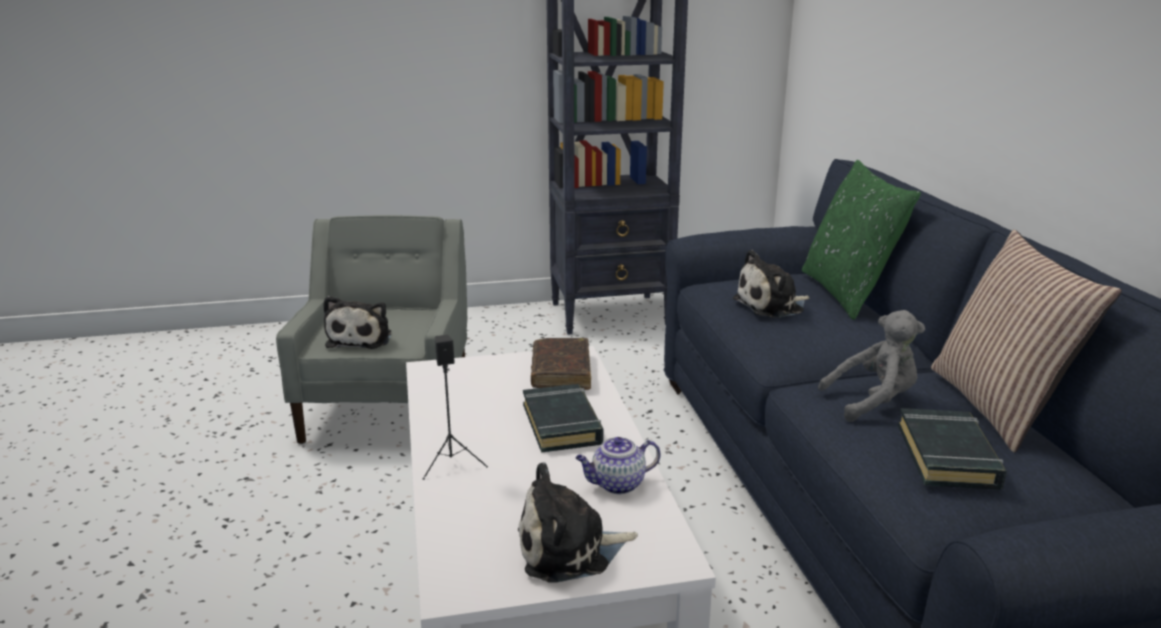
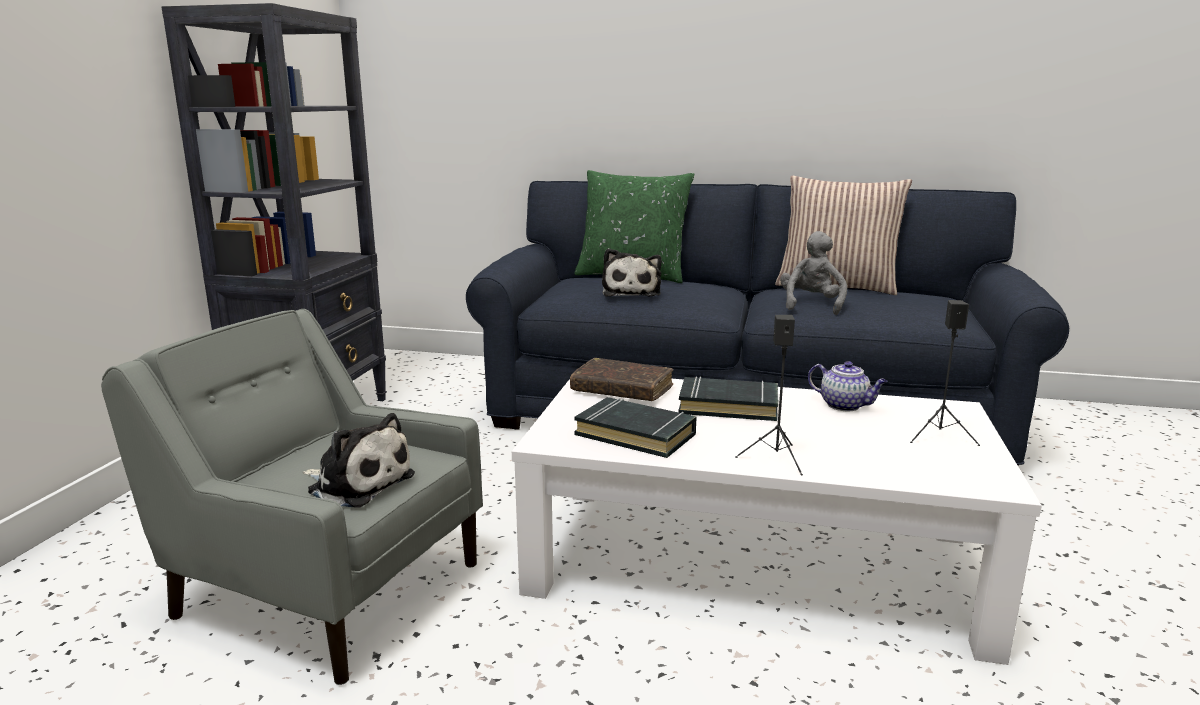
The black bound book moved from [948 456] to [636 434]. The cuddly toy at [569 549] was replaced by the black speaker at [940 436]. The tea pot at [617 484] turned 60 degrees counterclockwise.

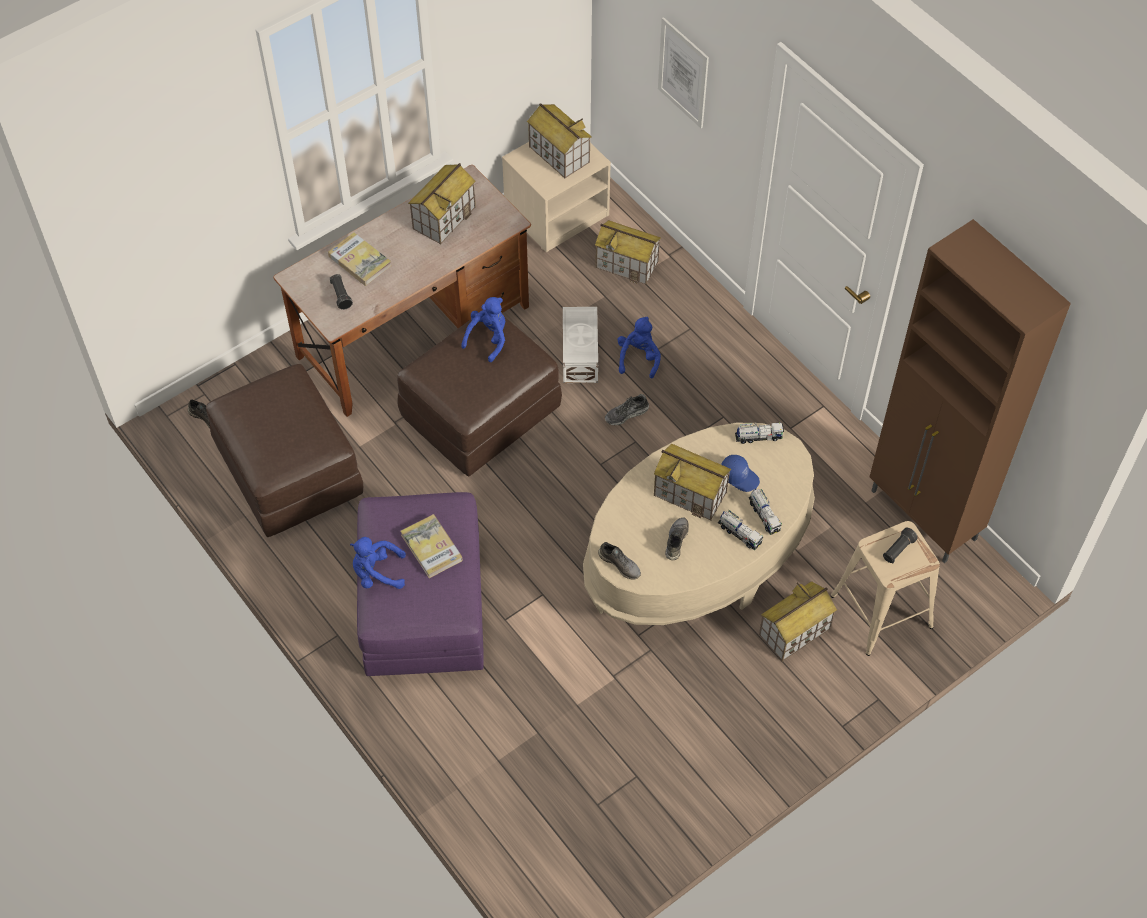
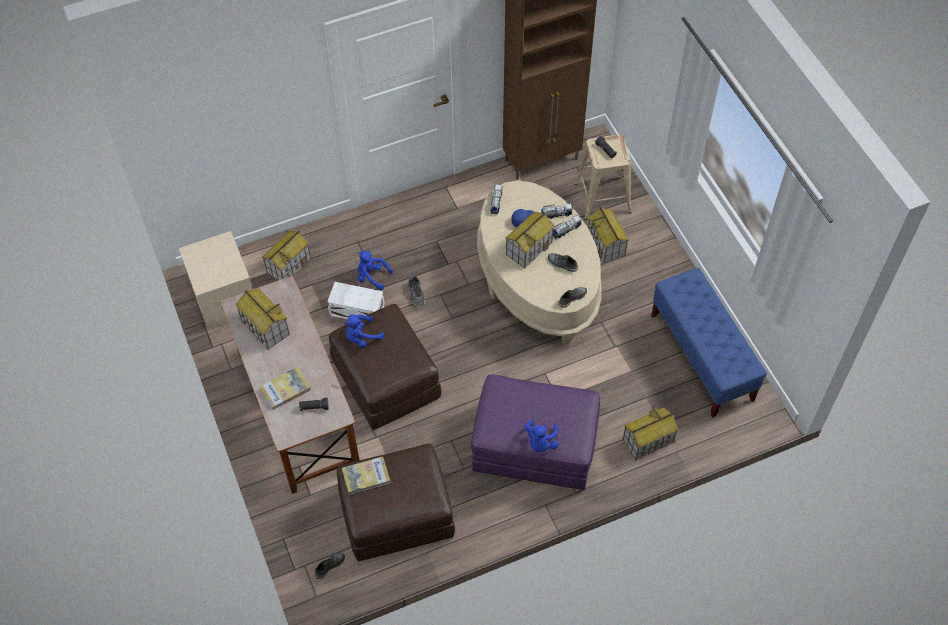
The wall picture at [683 73] disappeared. The bluish bench at [701 358] appeared. The bound book moved from [431 547] to [366 476]. The toy house moved from [558 154] to [647 441]. The bluish cuddly toy at [488 338] turned 75 degrees counterclockwise.

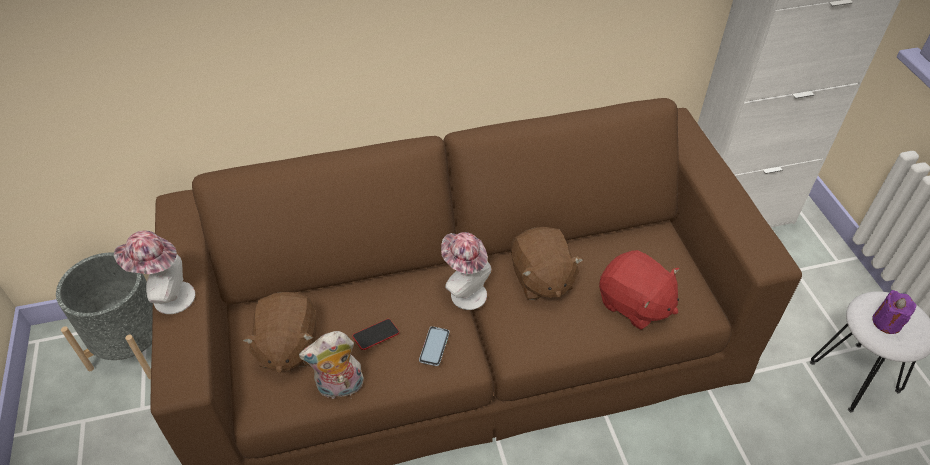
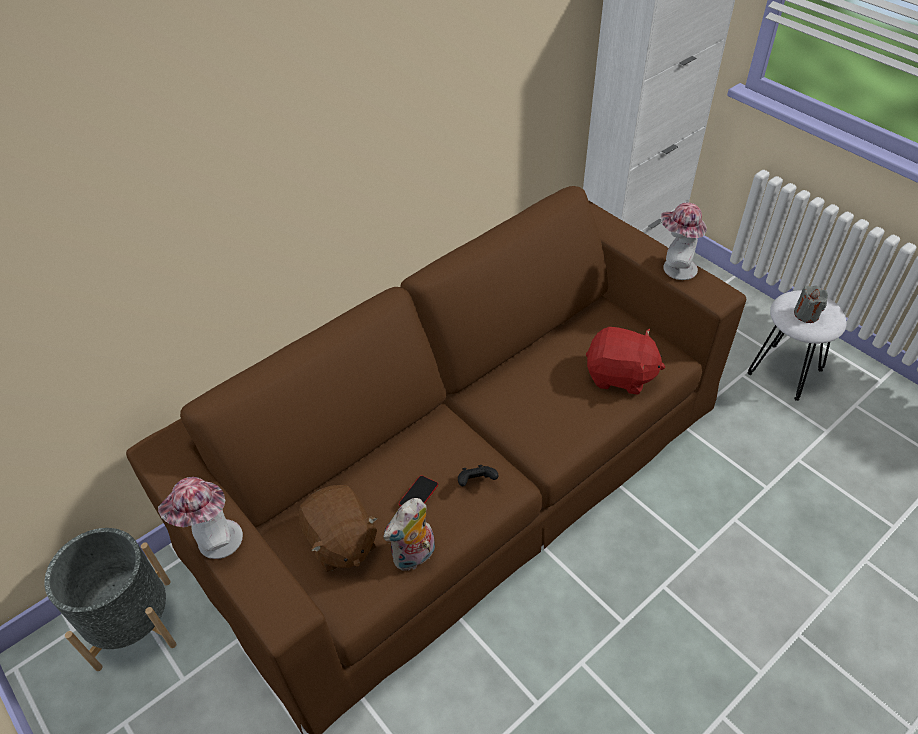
The brown-coloured cuddly toy at [541 279] disappeared. The hat moved from [464 292] to [675 268]. The telephone at [434 346] was replaced by the black joypad at [476 482]. The purple candle at [886 322] became the greyish candle at [806 314].

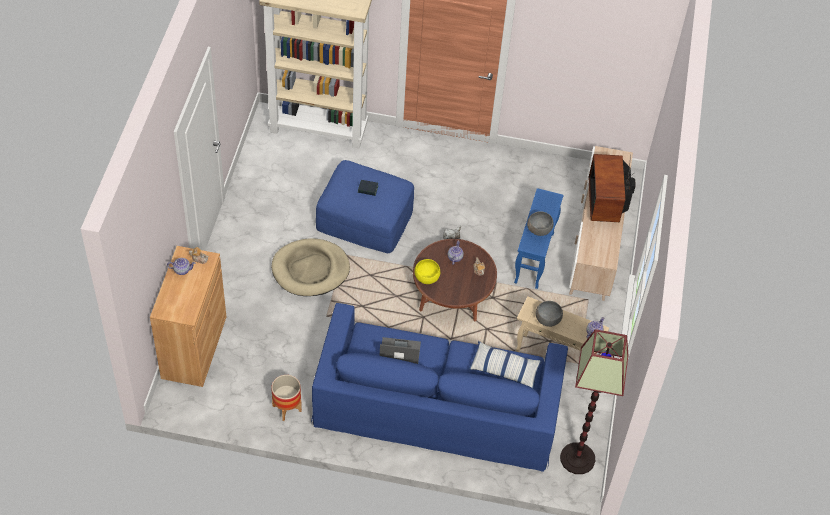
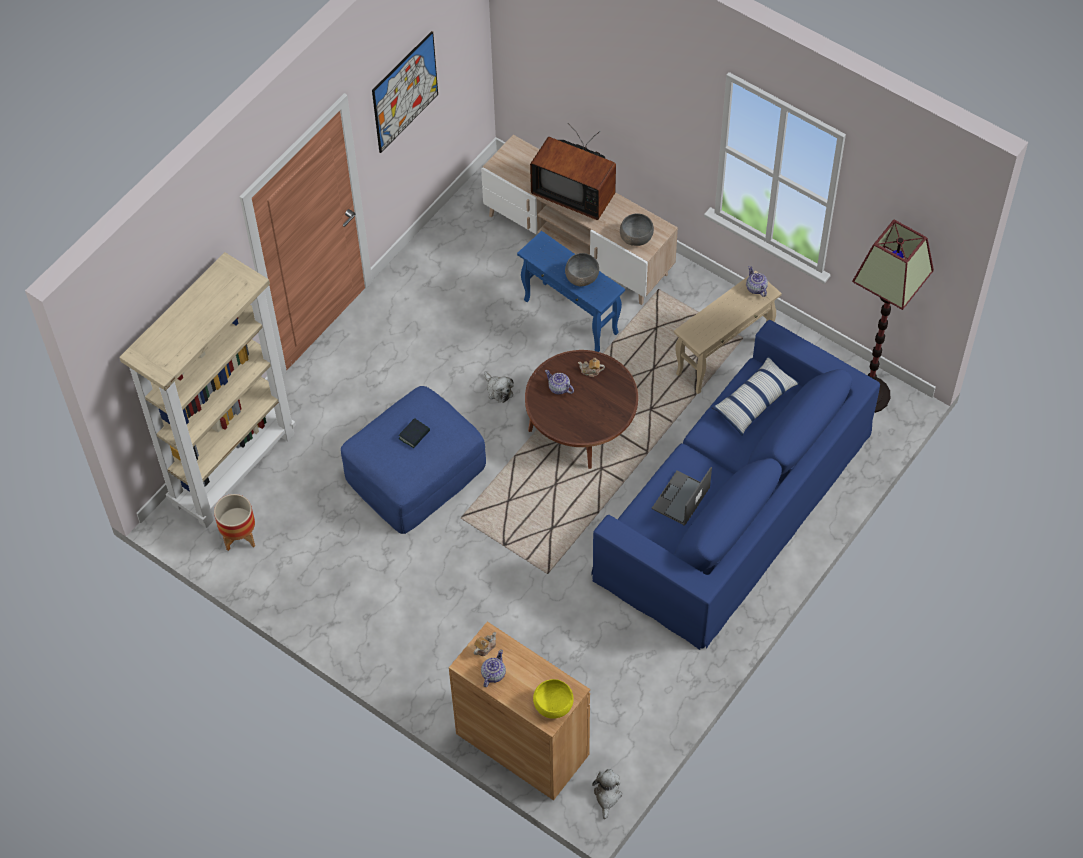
The beige dog cushion at [310 270] disappeared. The wall picture at [405 92] appeared. The cuddly toy at [607 795] appeared. The flower pot moved from [286 408] to [239 537]. The yellow-coloured serving bowl moved from [427 277] to [553 705]. The greyish serving bowl moved from [547 319] to [636 237].

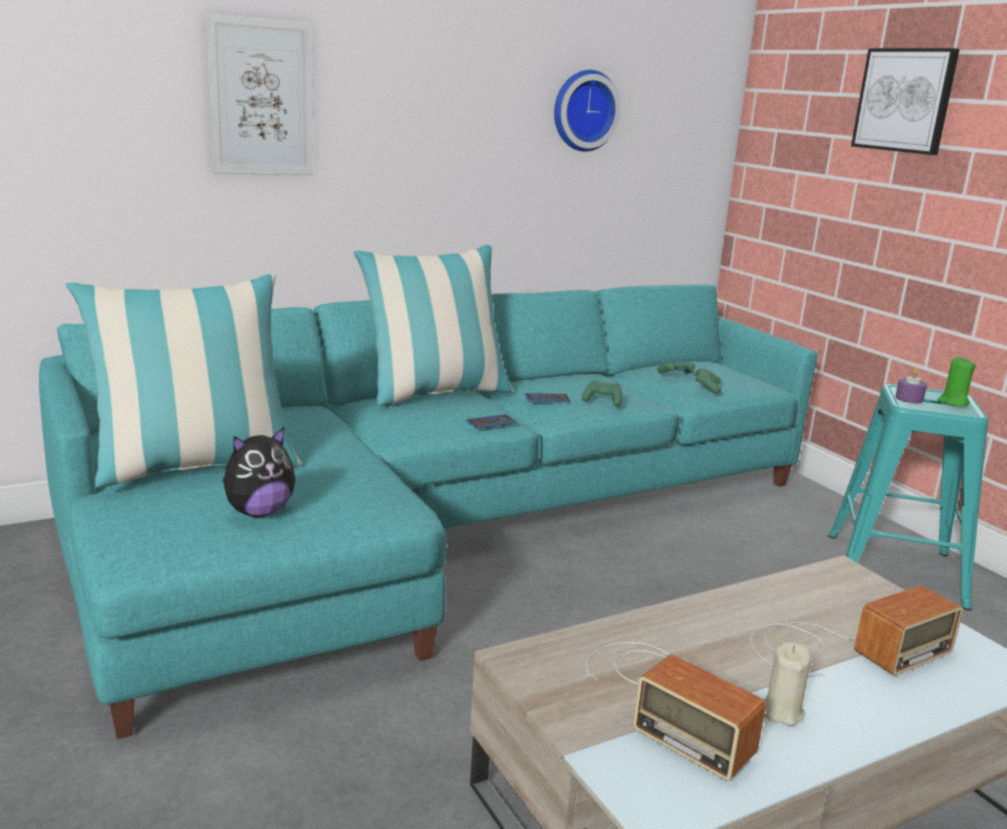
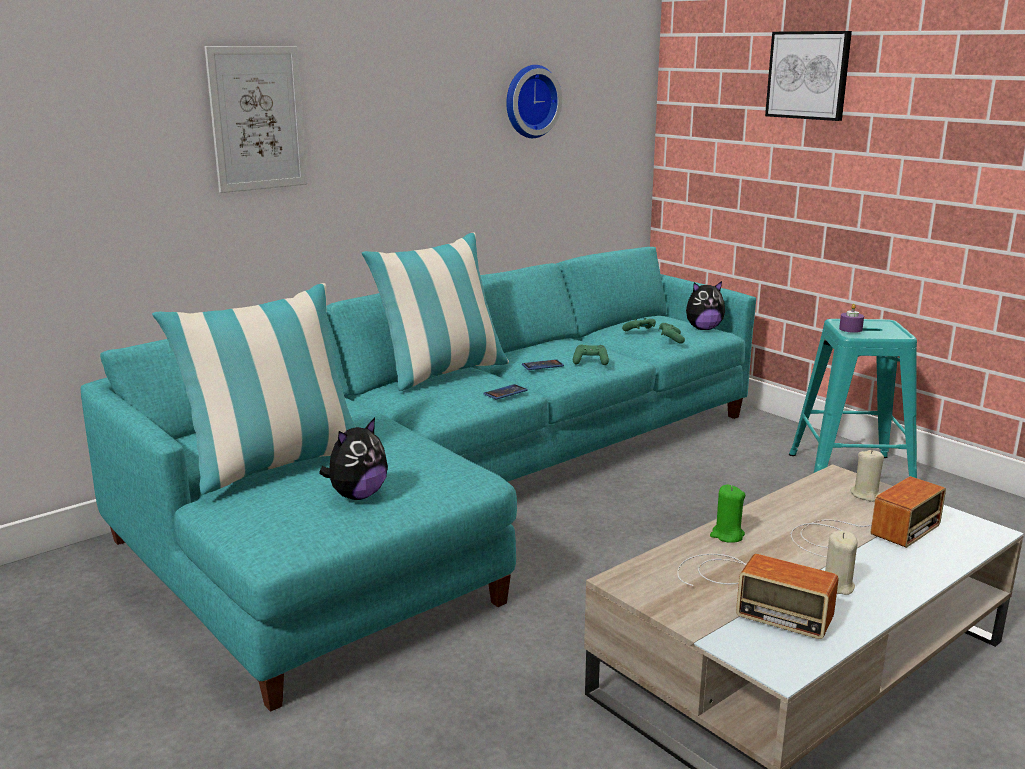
The cuddly toy at [703 329] appeared. The beige candle at [866 495] appeared. The green-coloured candle moved from [953 402] to [727 535].

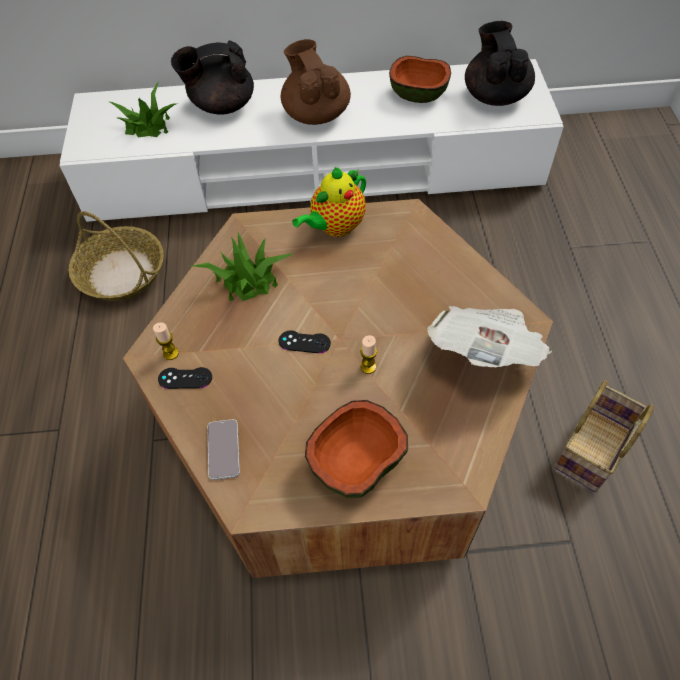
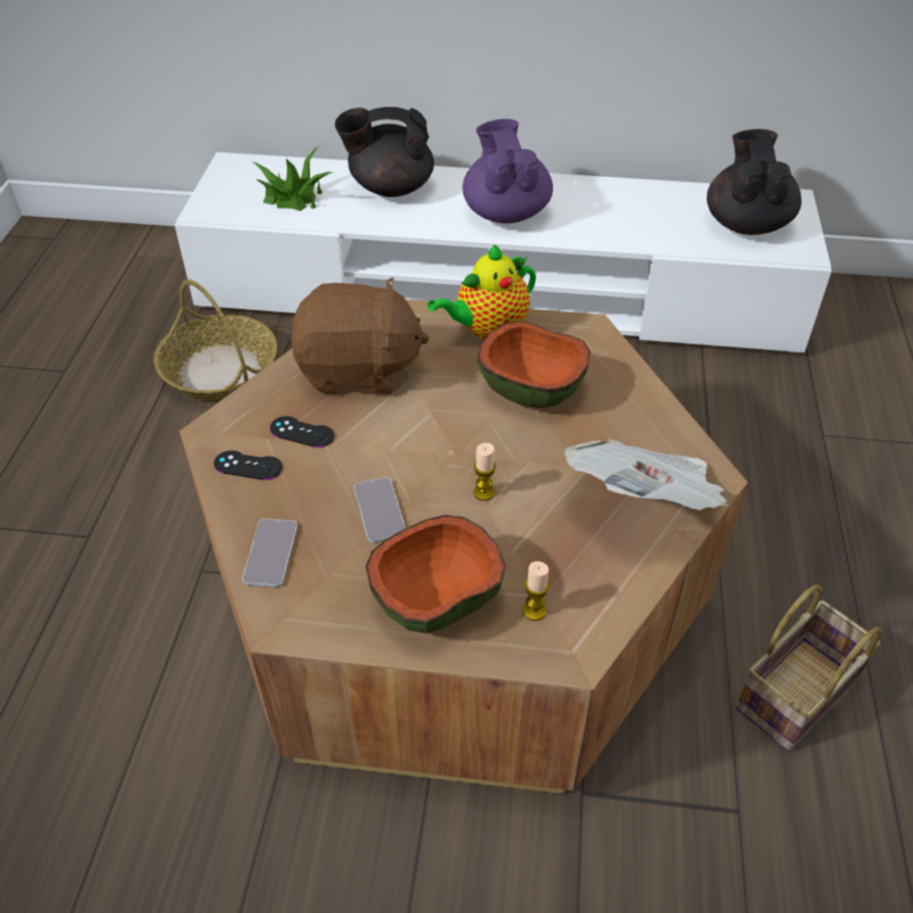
The telephone at [379 511] appeared. The candle moved from [171 353] to [534 611]. The black joypad moved from [304 342] to [302 432]. The serving bowl moved from [419 94] to [532 388]. The plant in a pot at [247 279] was replaced by the brown-coloured cuddly toy at [358 370]. The brown-coloured tea pot at [316 113] became the purple tea pot at [505 212].

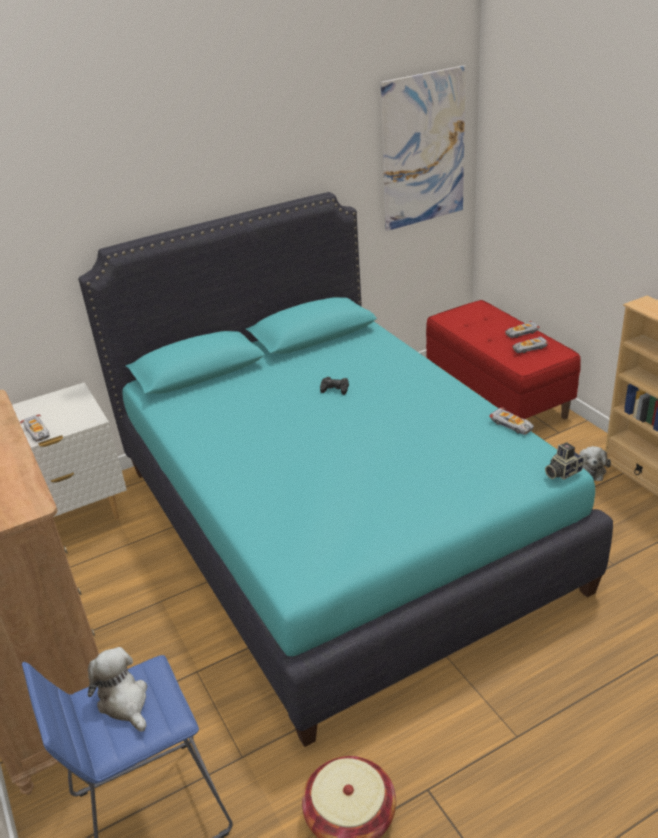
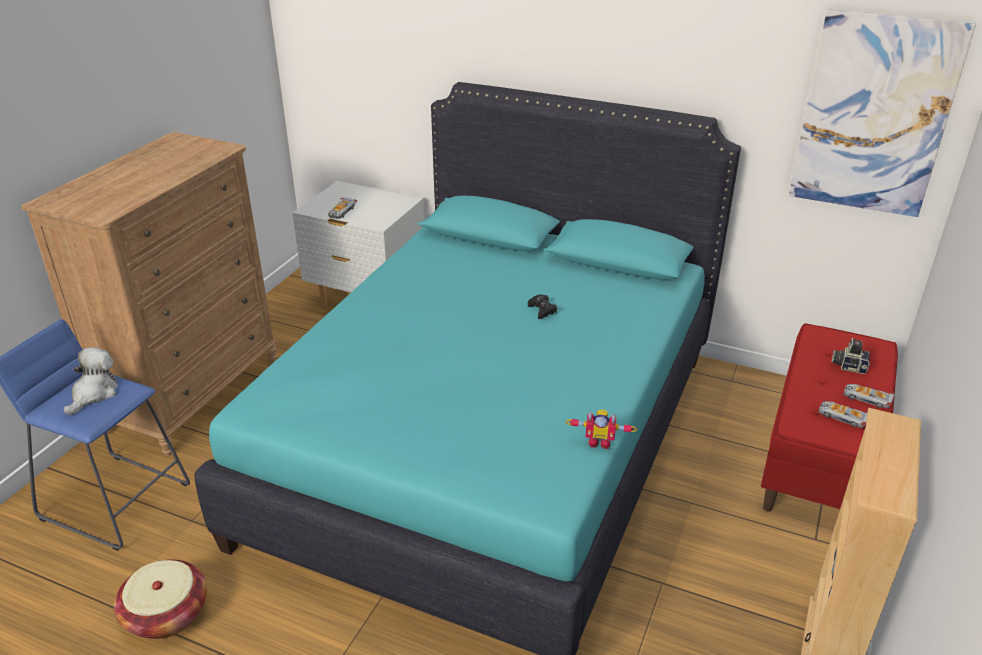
The cuddly toy at [589 469] disappeared. The still camera moved from [562 472] to [848 366]. The toy car at [512 425] was replaced by the model robot at [599 441].

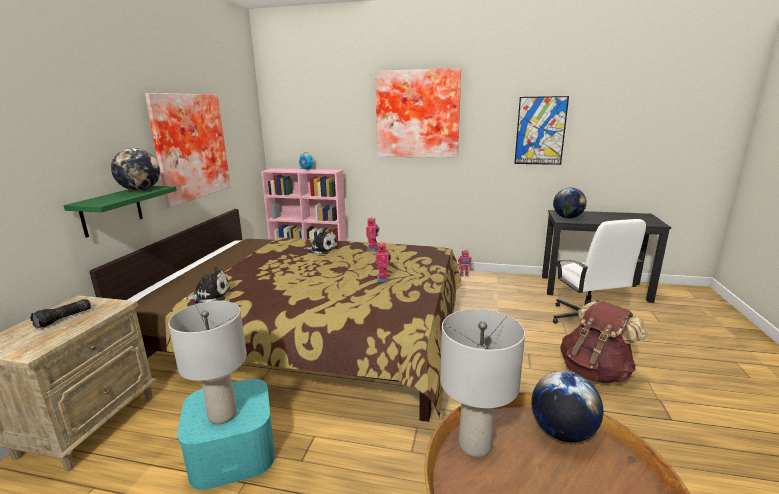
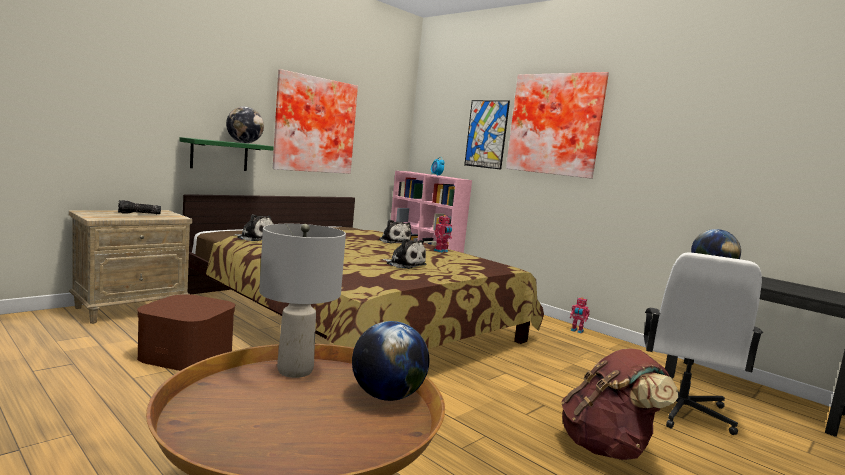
The greyish tabletop lamp at [223 415] disappeared. The wall picture moved from [540 131] to [486 134]. The model robot at [383 279] was replaced by the cuddly toy at [404 264]. The blue-green storage box at [233 451] became the brown-coloured storage box at [187 353].

